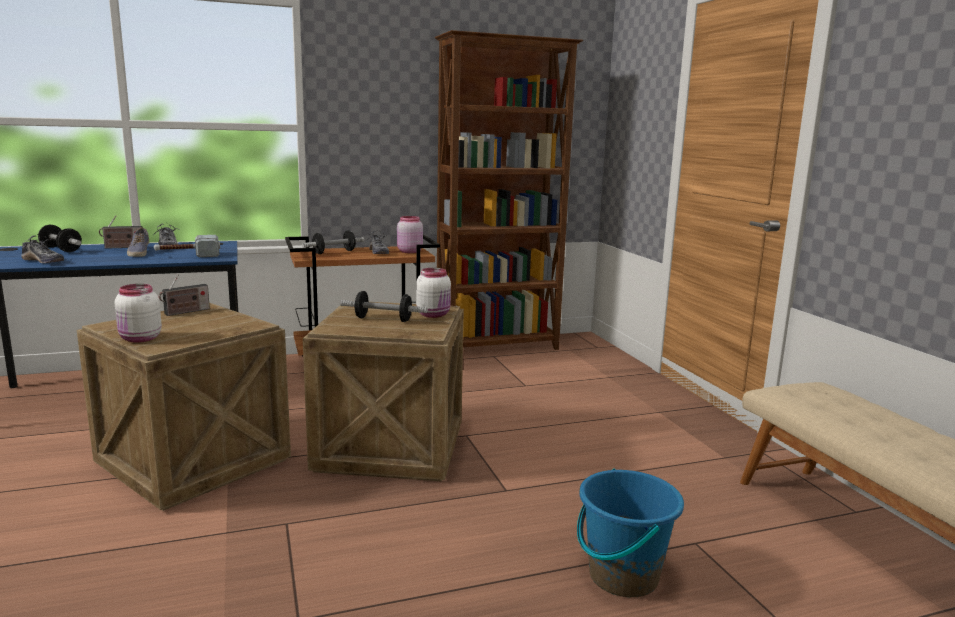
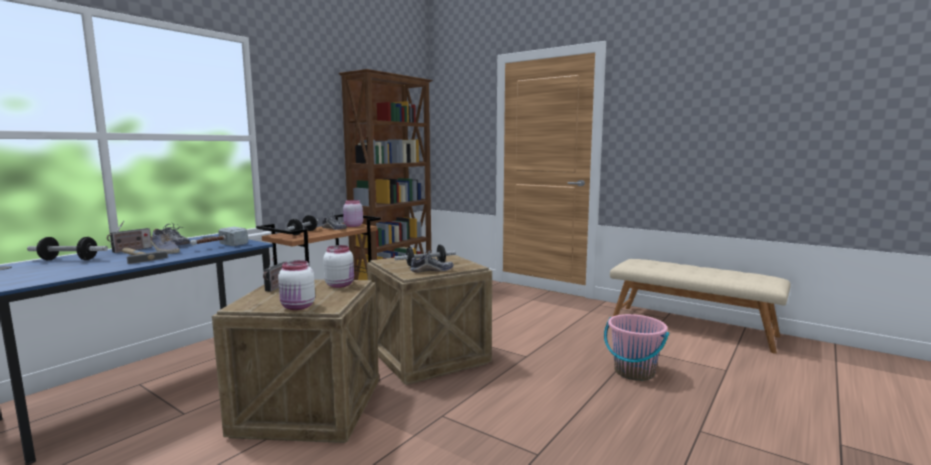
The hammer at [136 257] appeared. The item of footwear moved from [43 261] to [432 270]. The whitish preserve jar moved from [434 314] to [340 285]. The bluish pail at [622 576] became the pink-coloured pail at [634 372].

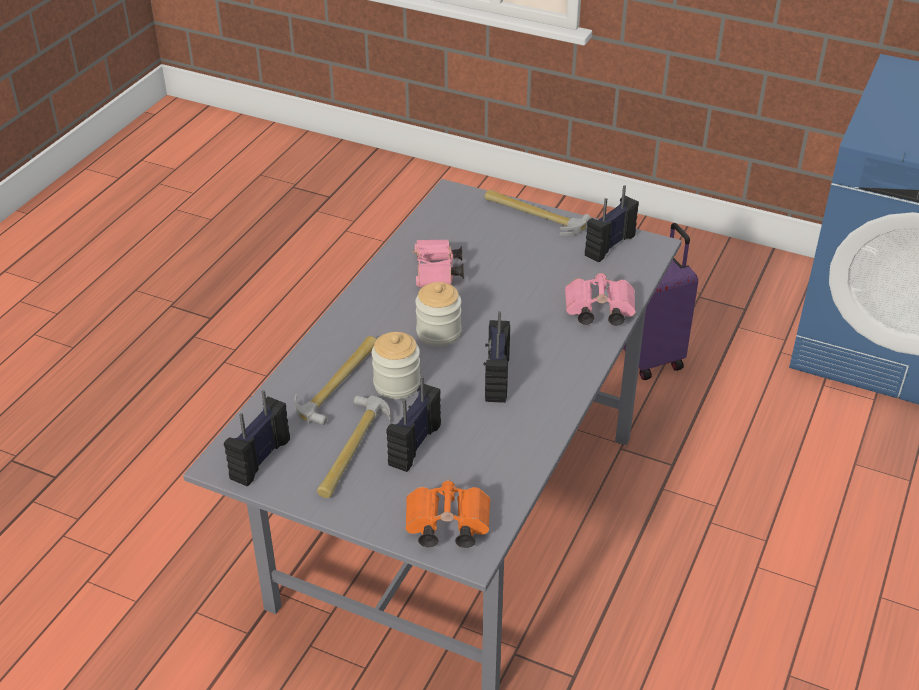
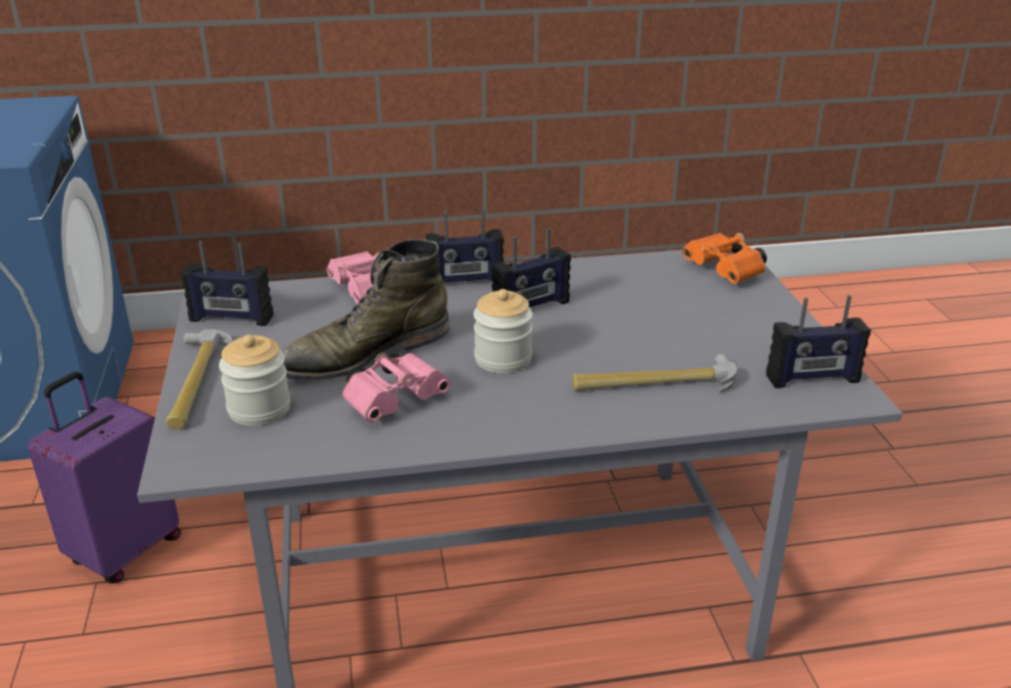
The hammer at [351 449] disappeared. The green-coloured tall boot at [365 352] appeared. The preserve jar moved from [397 384] to [259 409]. The radio set moved from [414 444] to [465 282].

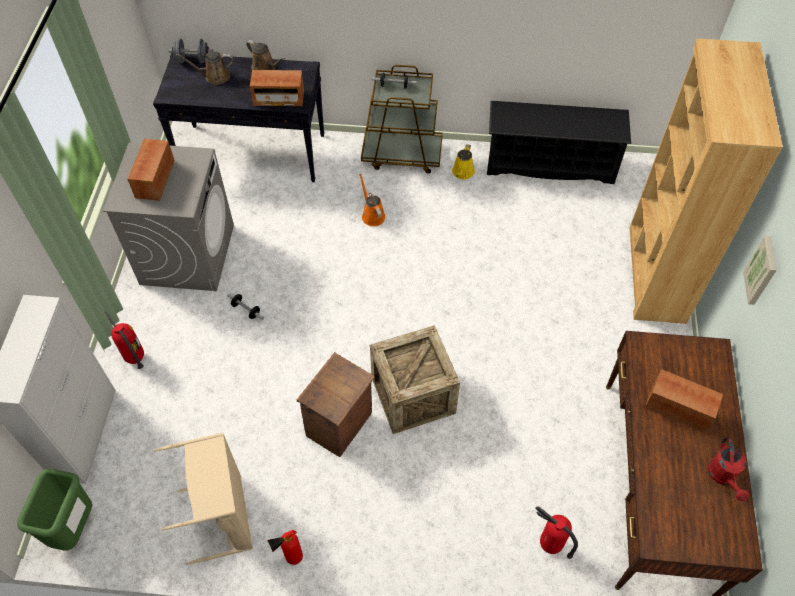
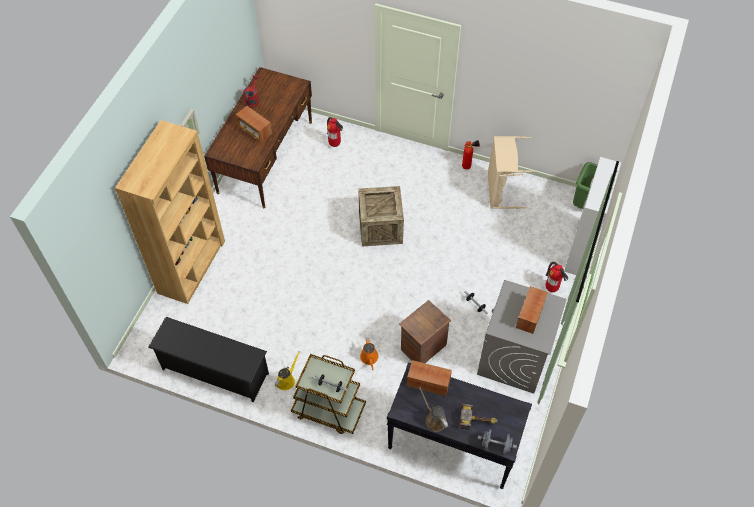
The packing crate moved from [340 424] to [423 347]. The brown-coloured watering pot at [214 76] was replaced by the hammer at [478 421].

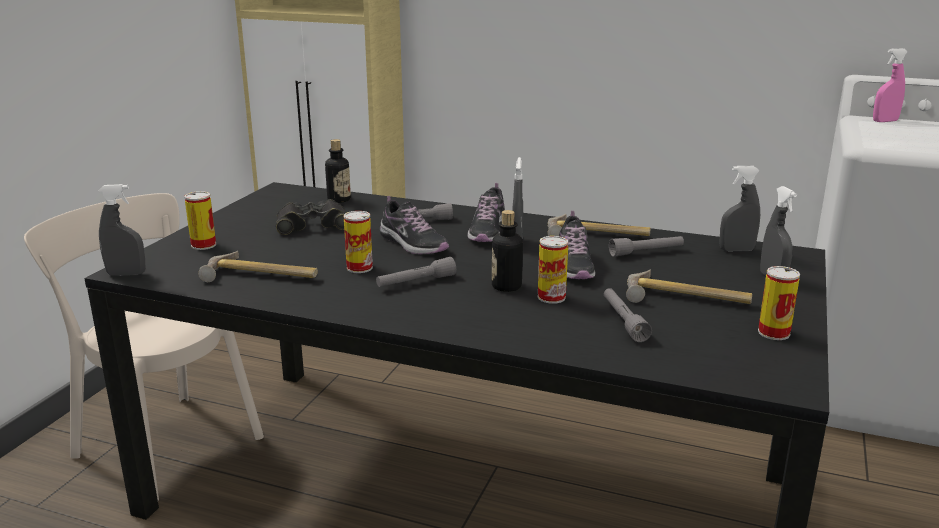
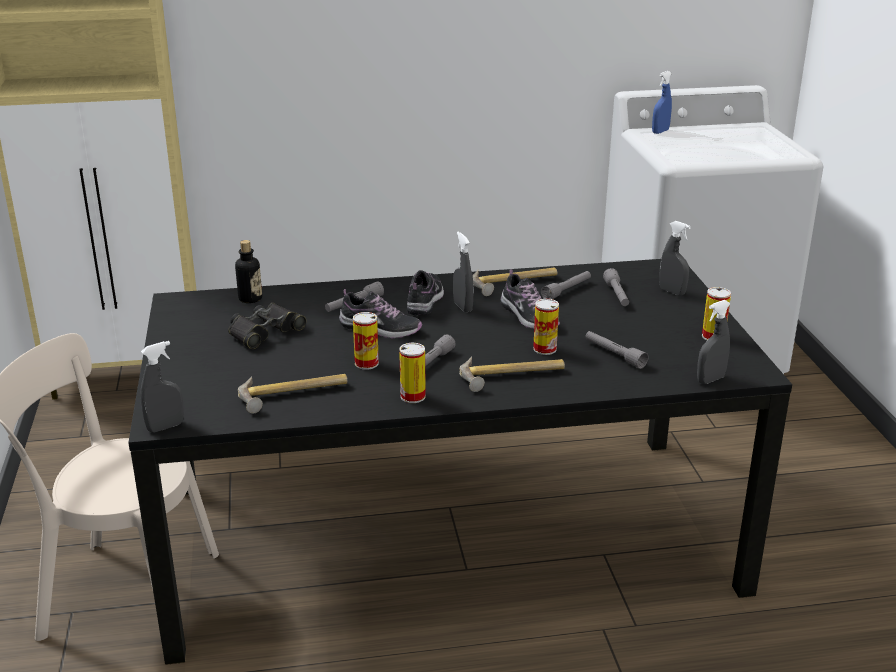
The bottle at [506 286] disappeared. The greyish torch at [617 295] appeared. The can moved from [203 245] to [413 396]. The hammer moved from [686 299] to [512 377]. The greyish spray bottle moved from [736 250] to [710 379]. The pink-coloured spray bottle at [885 121] became the bluish spray bottle at [660 131]. The item of footwear at [487 231] turned 150 degrees counterclockwise.

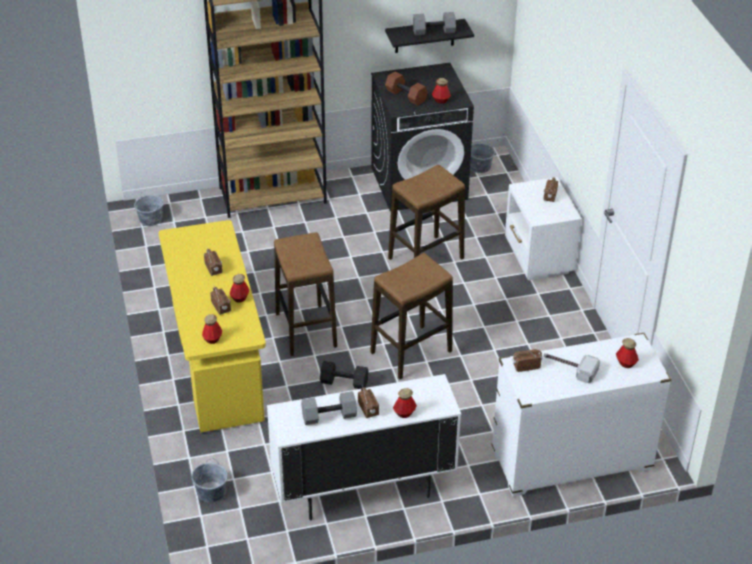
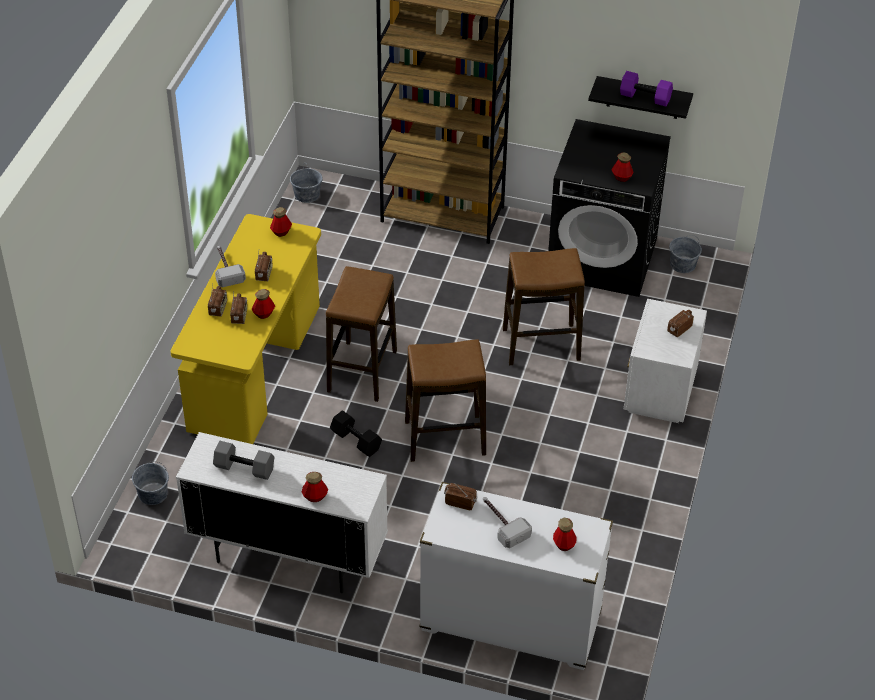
The brown-coloured dumbbell at [407 96] disappeared. The hammer at [226 268] appeared. The bottle moved from [212 339] to [281 232]. The radio set moved from [368 409] to [218 309]. The greyish dumbbell at [434 31] became the purple dumbbell at [646 97].

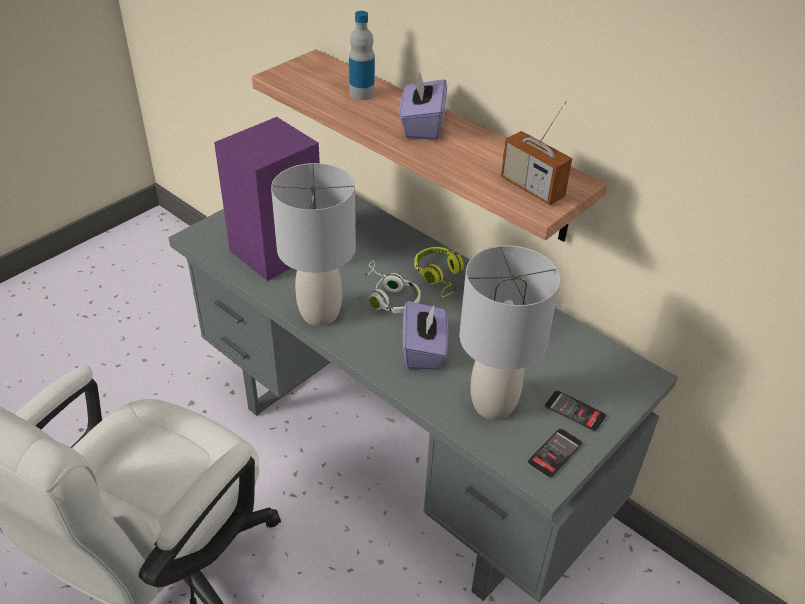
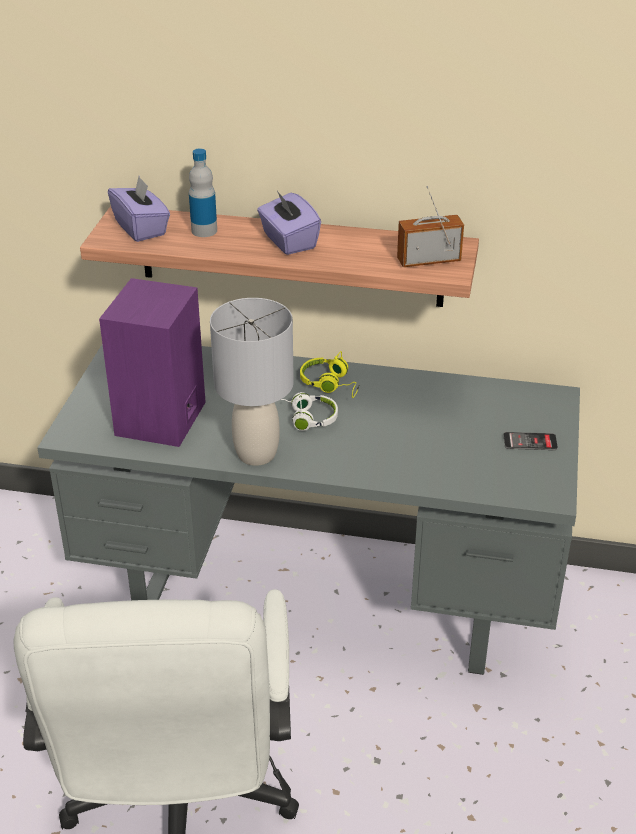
The greyish tabletop lamp at [493 404] disappeared. The telephone at [555 453] disappeared. The purple tissue box moved from [424 350] to [141 228]. The radio set at [532 188] turned 150 degrees clockwise.

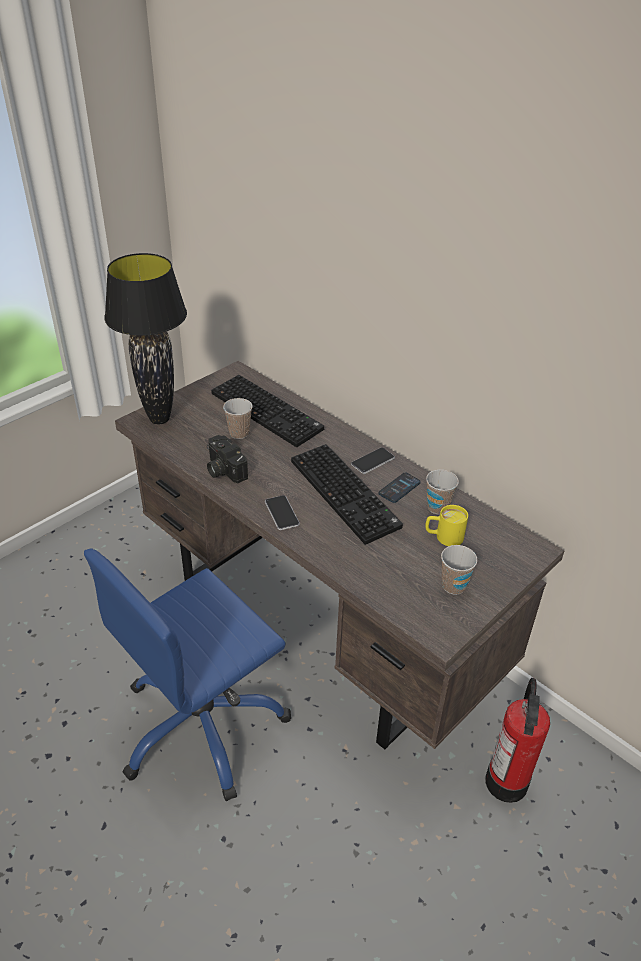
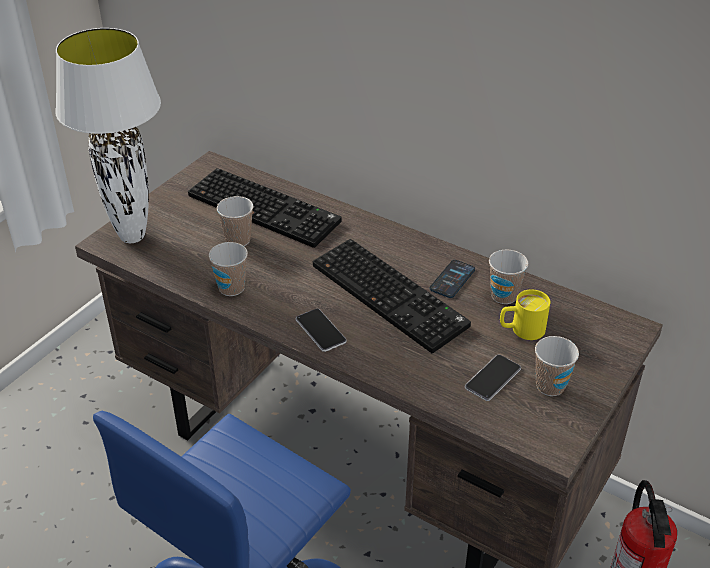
The telephone moved from [372 461] to [492 378]. The still camera at [223 469] was replaced by the cup at [231 288]. The black tabletop lamp at [159 419] became the whitish tabletop lamp at [132 237].

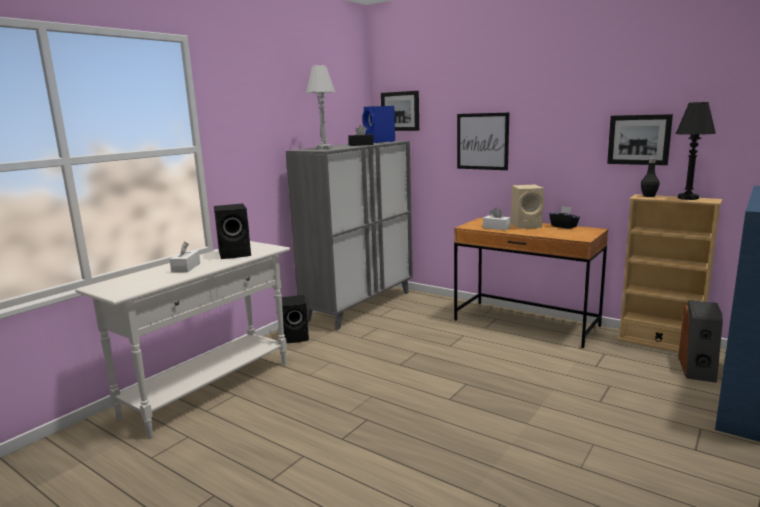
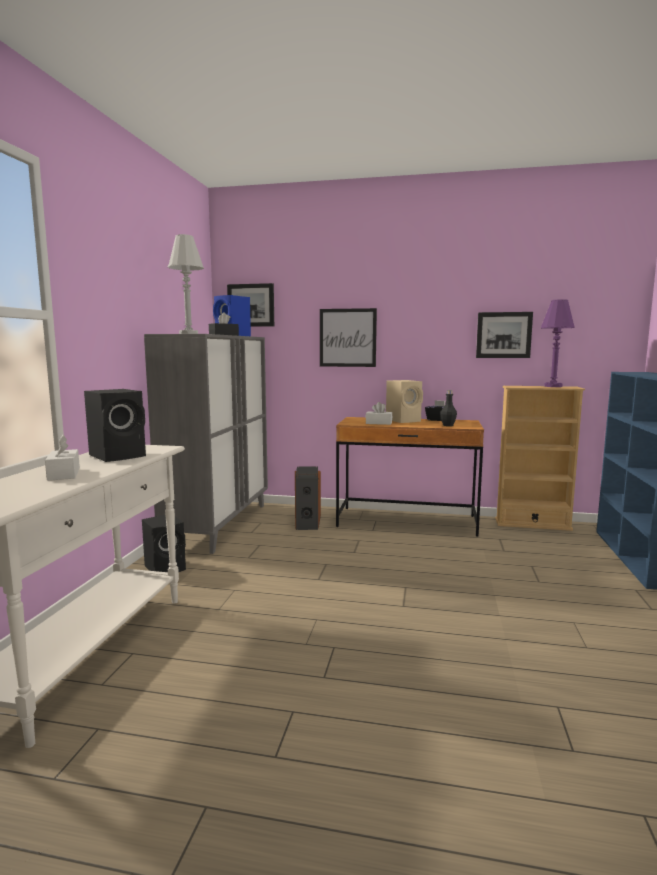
The black bottle moved from [648 196] to [448 425]. The speaker moved from [698 368] to [307 522]. The black tabletop lamp at [688 198] became the purple tabletop lamp at [553 386].

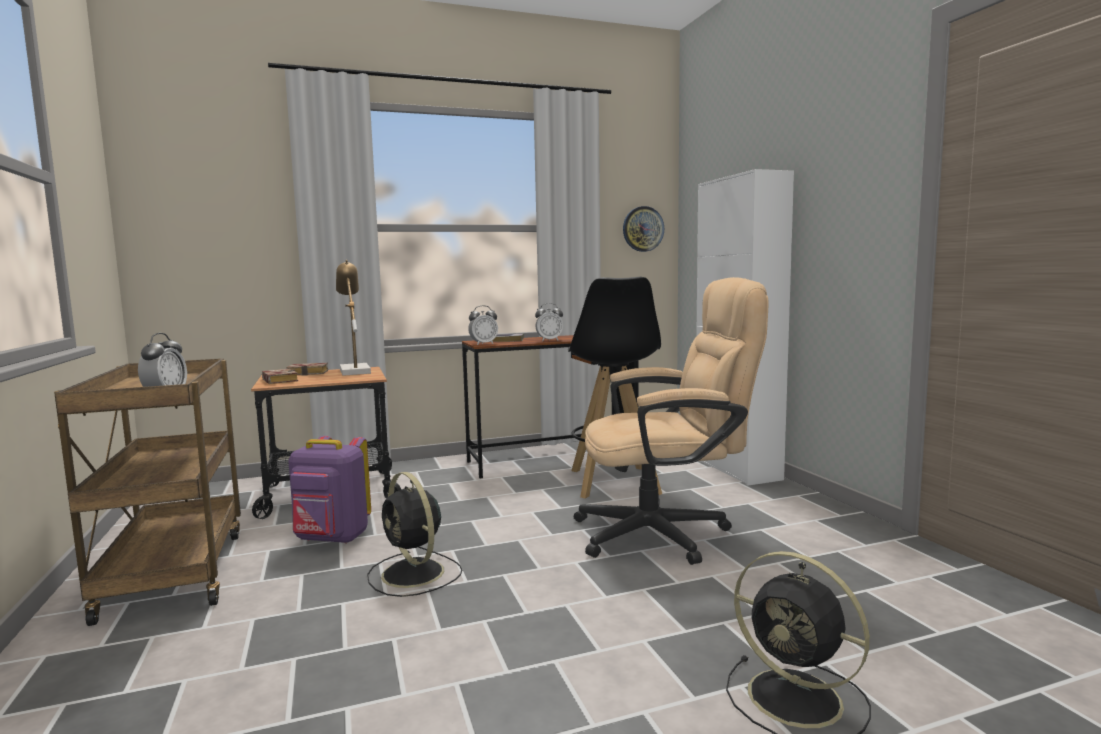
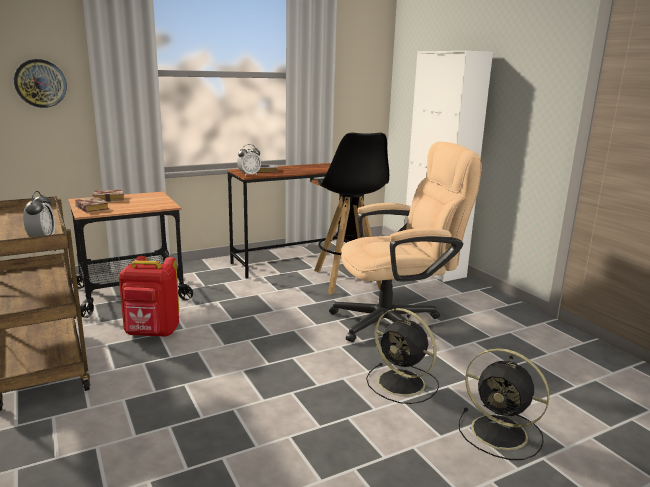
The tabletop lamp at [353 370] disappeared. The table clock at [549 340] disappeared. The black electric fan moved from [414 574] to [403 383]. The hanging clock moved from [643 229] to [40 83]. The purple knapsack at [332 539] became the red knapsack at [152 333].

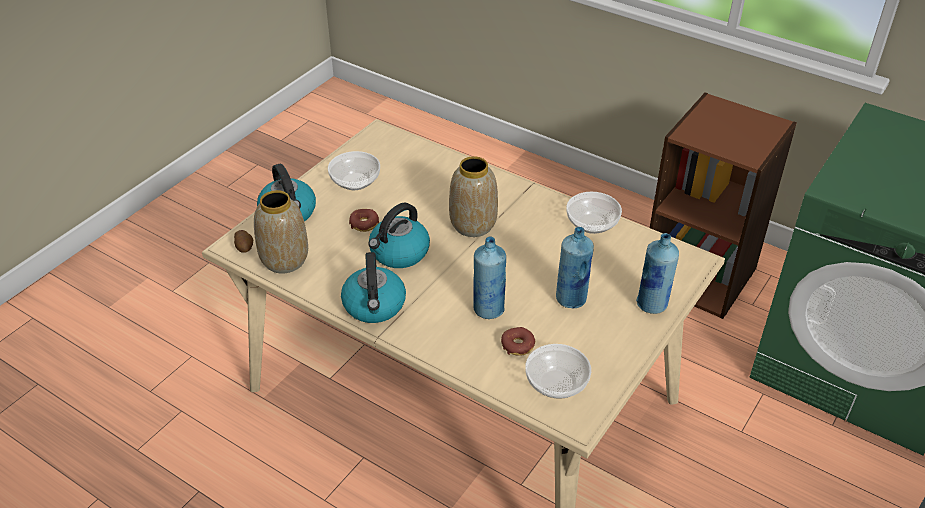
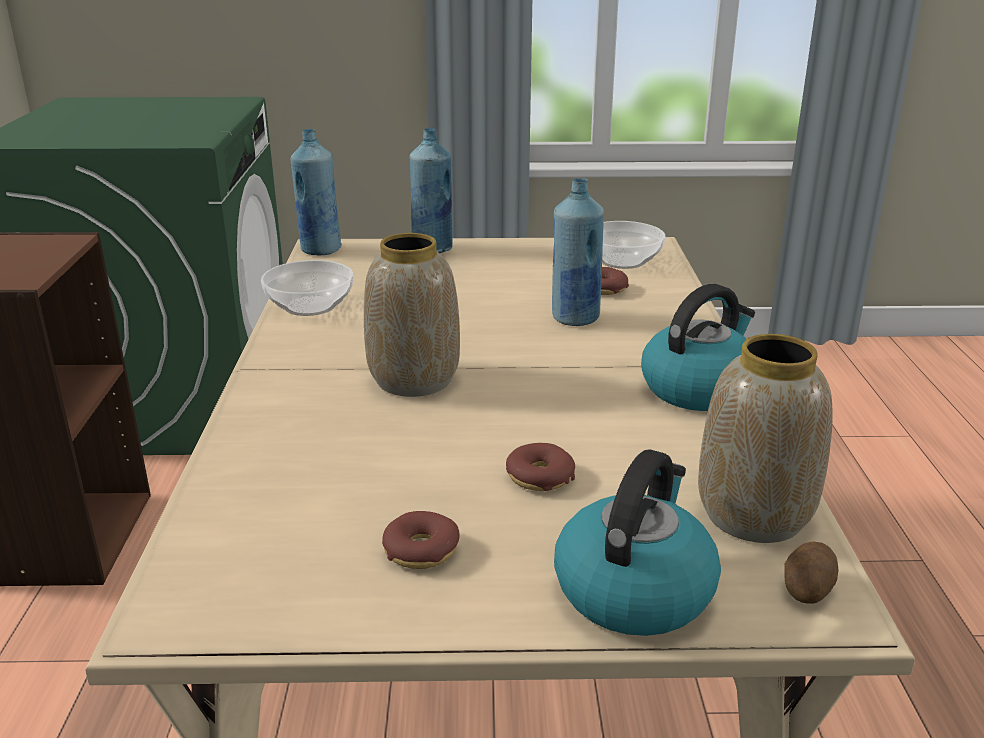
The kettle at [399 253] disappeared. The bluish bottle moved from [571 299] to [320 250]. The serving bowl at [355 182] was replaced by the doughnut at [421 551].

